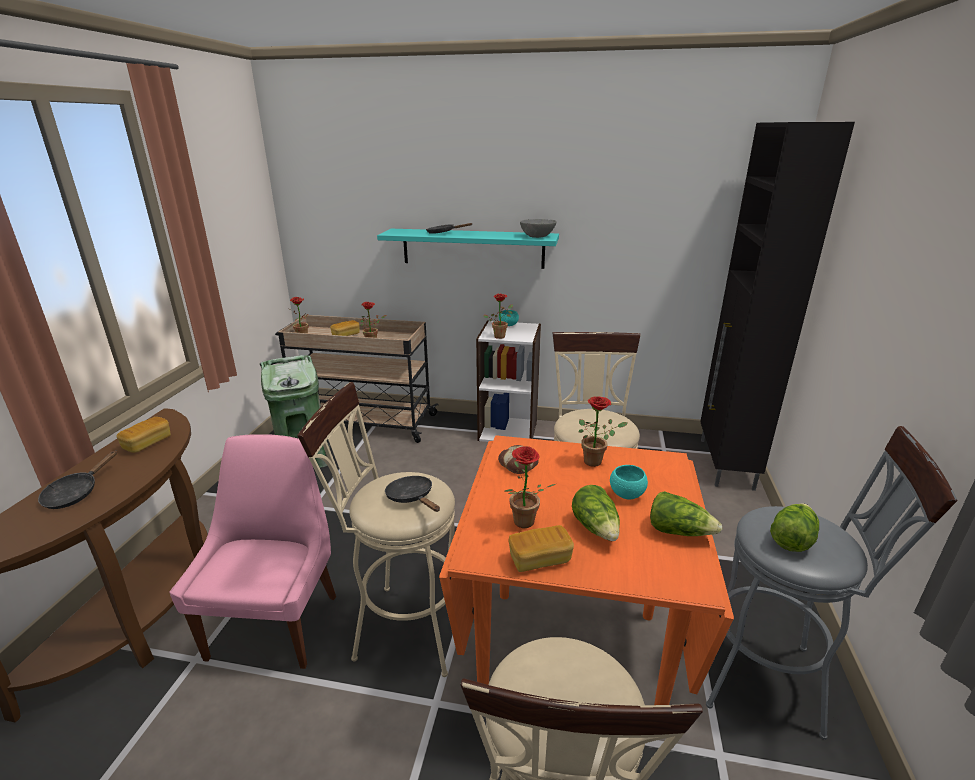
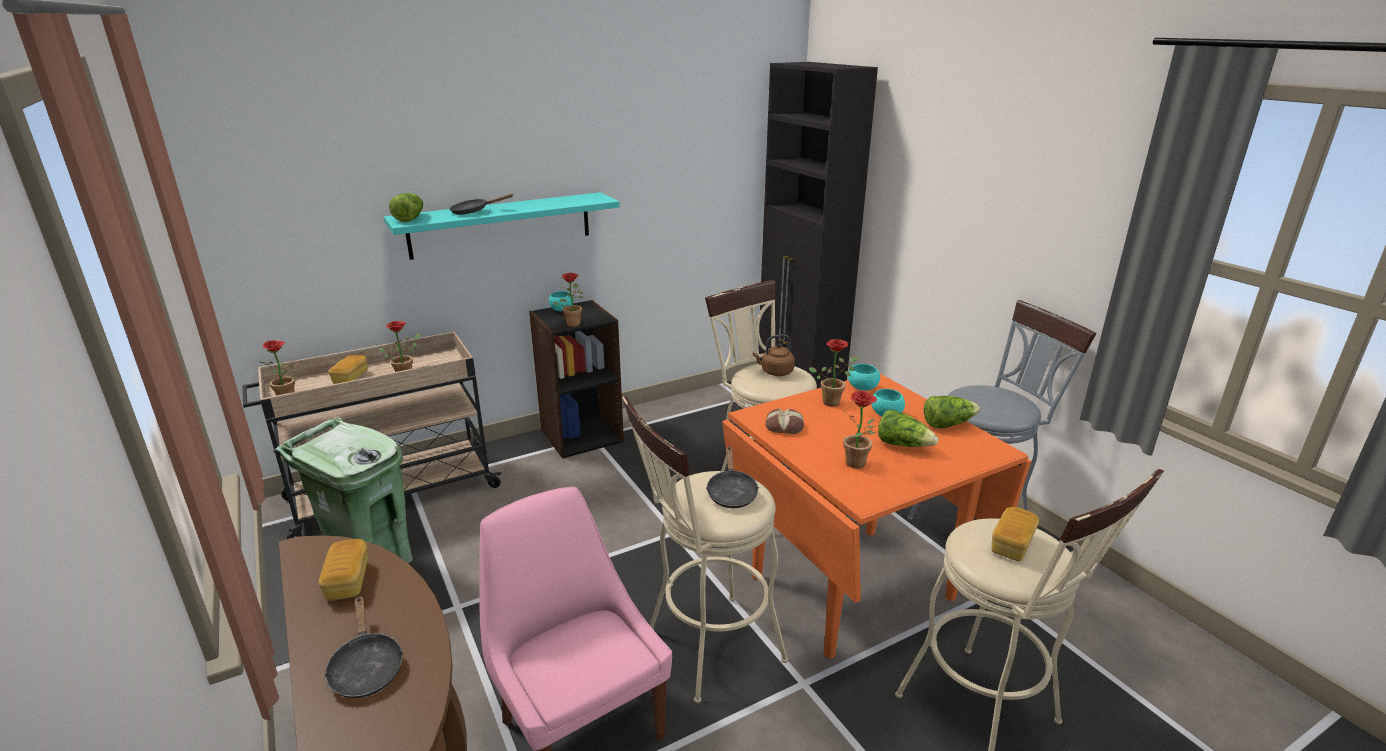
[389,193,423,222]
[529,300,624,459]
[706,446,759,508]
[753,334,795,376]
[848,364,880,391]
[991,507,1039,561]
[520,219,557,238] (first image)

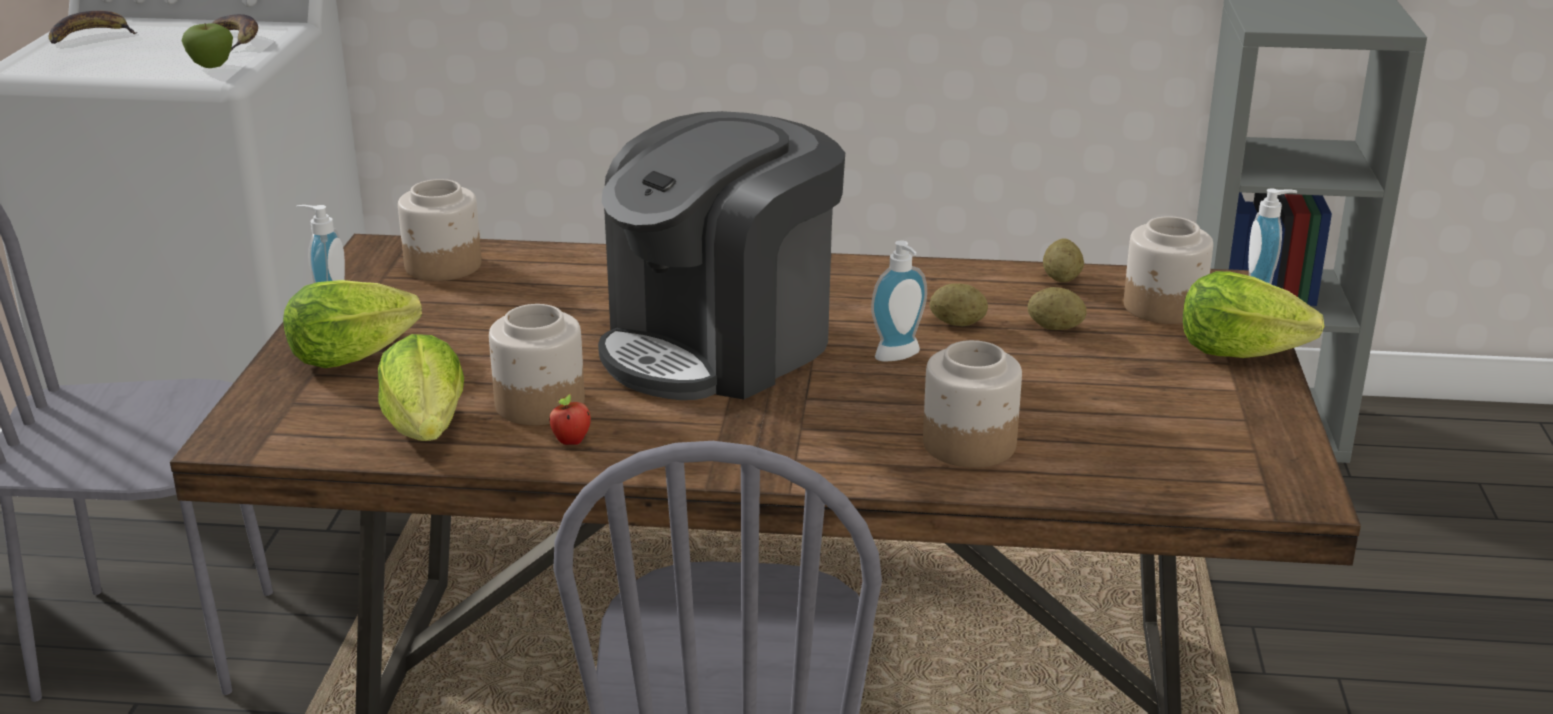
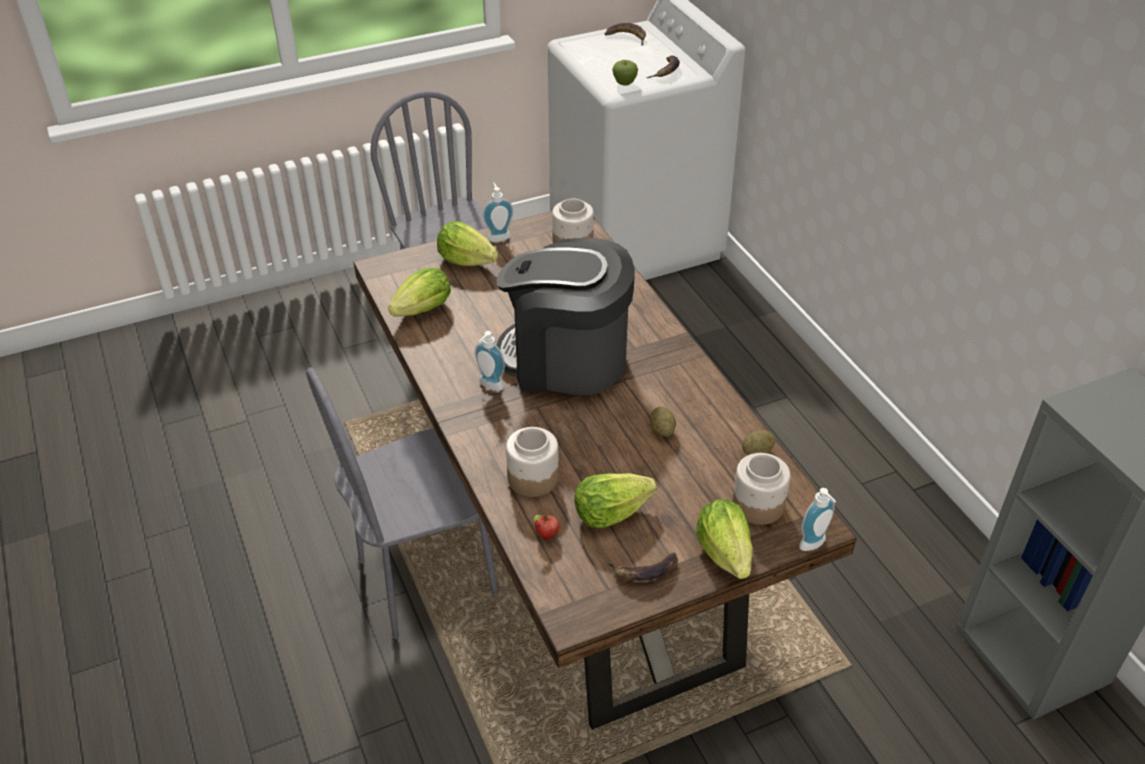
[475,331,505,391]
[534,514,560,540]
[574,473,657,529]
[607,553,678,581]
[489,304,585,425] (first image)
[1028,287,1087,330] (first image)

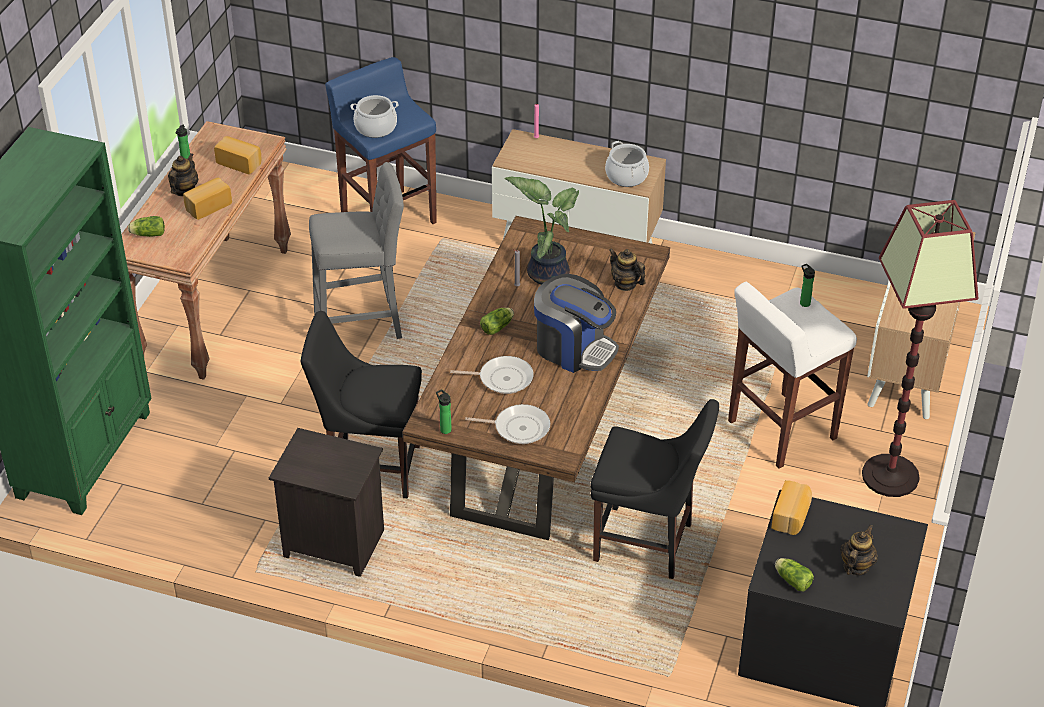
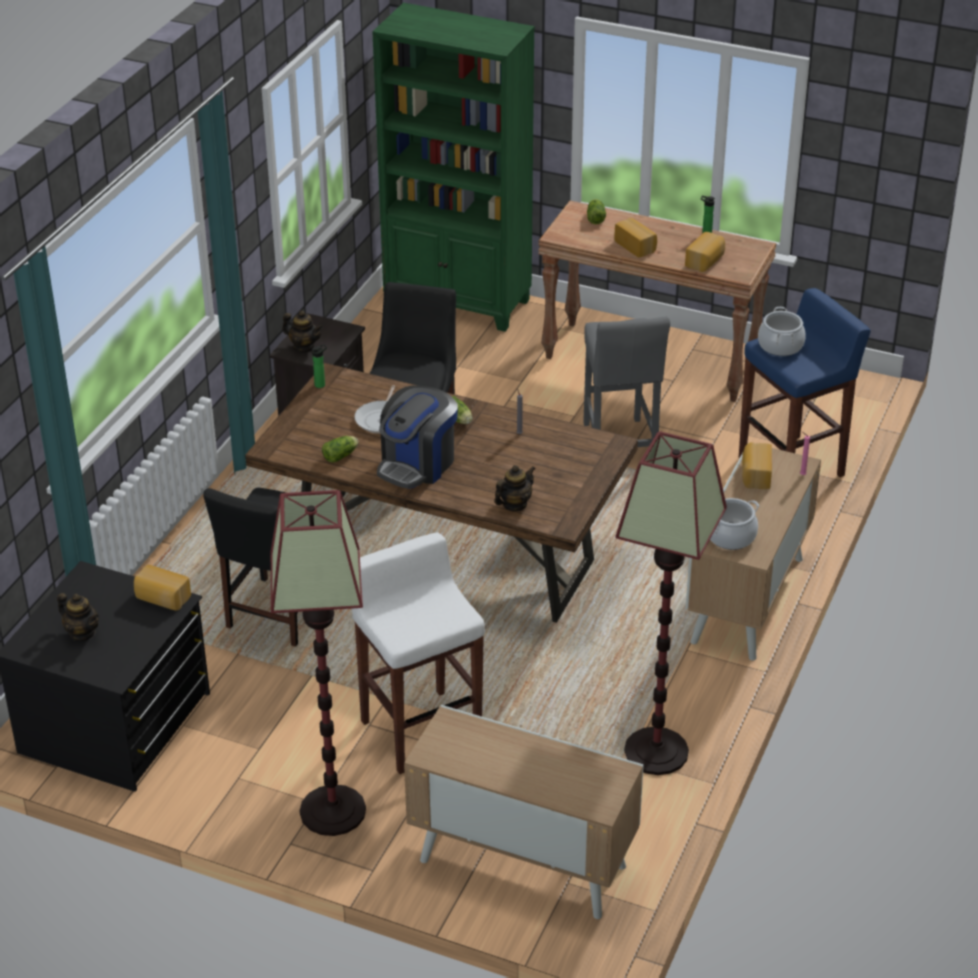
[282,311,323,352]
[322,436,359,463]
[615,431,727,775]
[742,442,772,489]
[465,404,550,444] (first image)
[504,177,579,285] (first image)
[800,264,815,307] (first image)

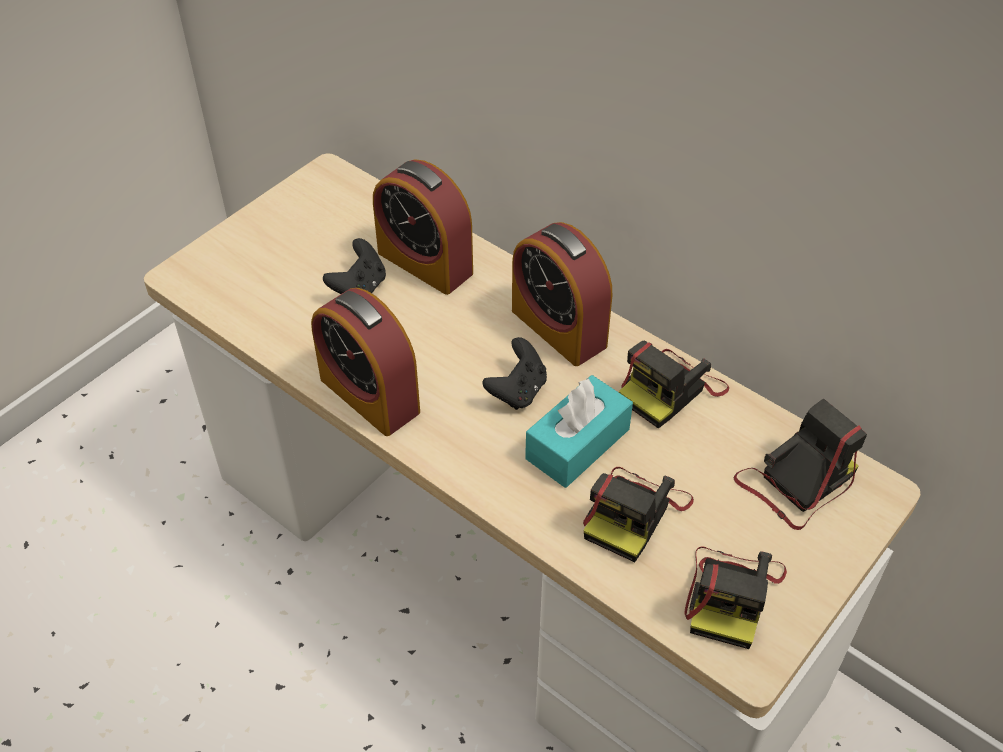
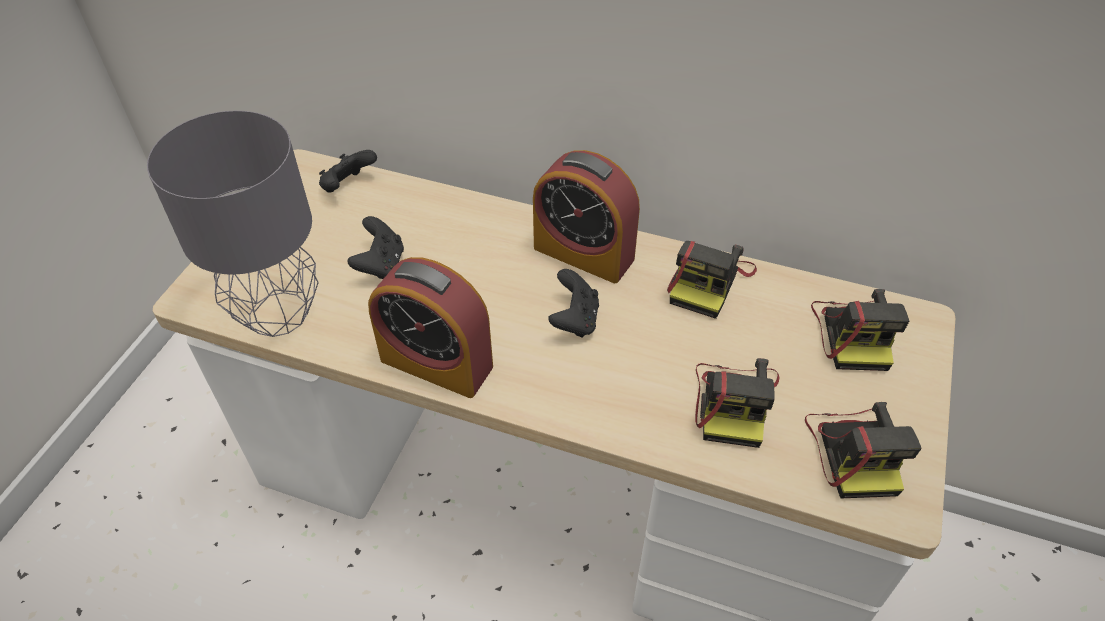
[147,111,319,337]
[319,150,377,193]
[811,289,909,371]
[373,159,473,295] (first image)
[525,375,633,488] (first image)

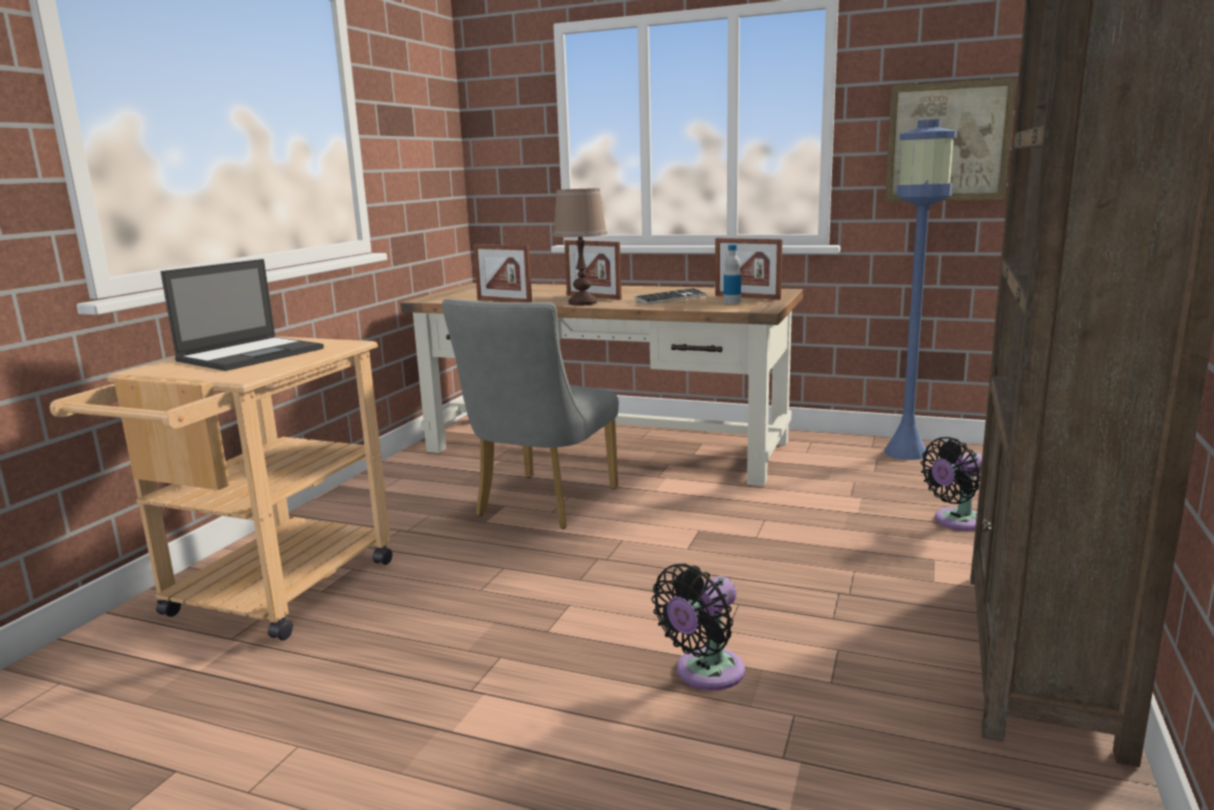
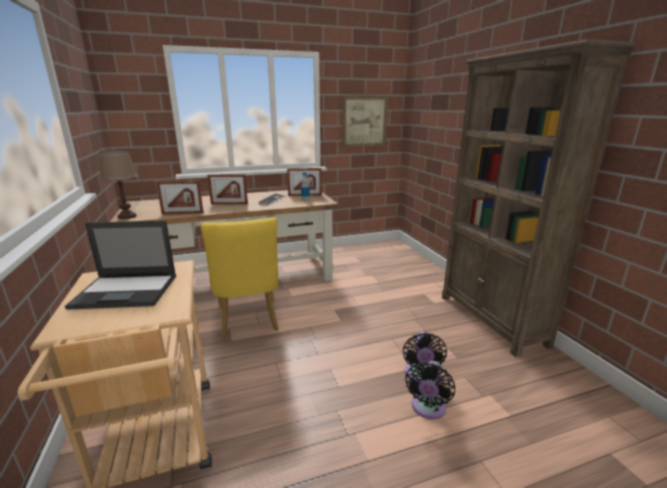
[65,221,176,310]
[98,150,137,219]
[201,217,279,339]
[405,361,455,419]
[884,119,957,460] (first image)

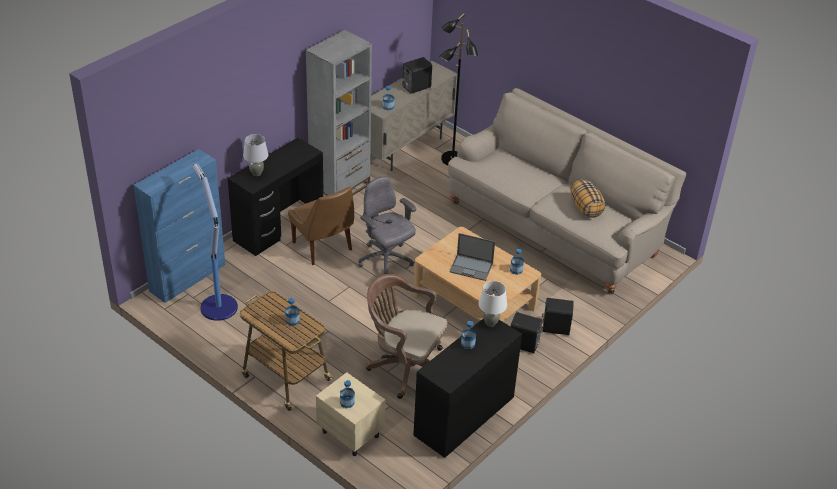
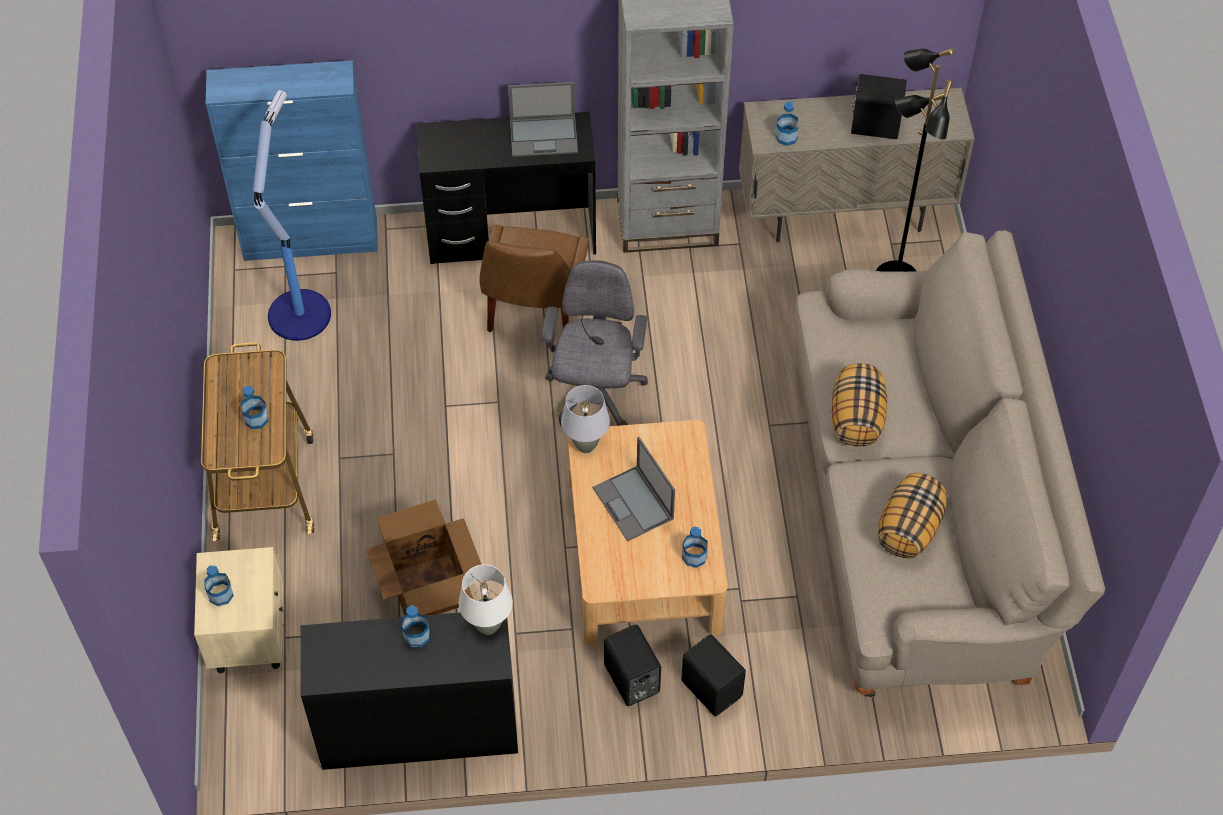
[366,499,482,615]
[508,82,578,157]
[561,385,610,453]
[831,363,887,446]

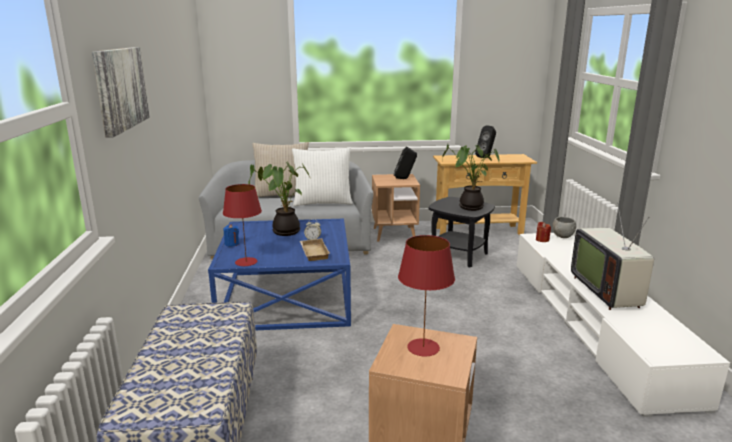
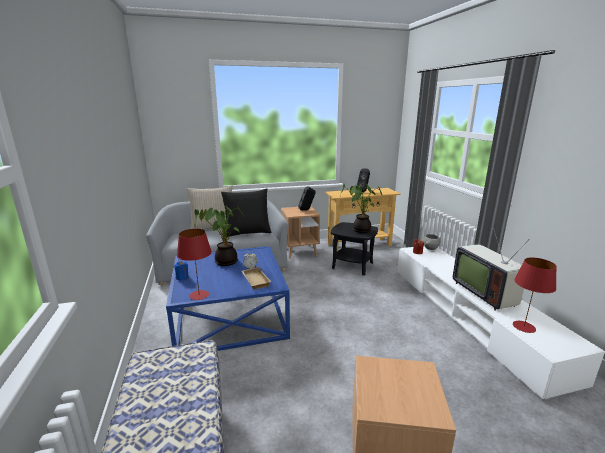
[221,189,272,237]
[513,257,557,333]
[92,47,150,138] (first image)

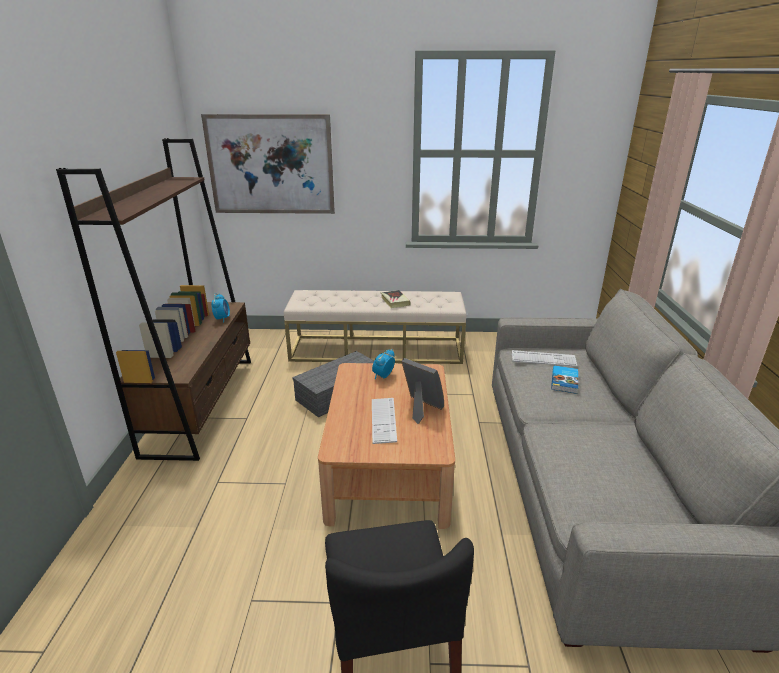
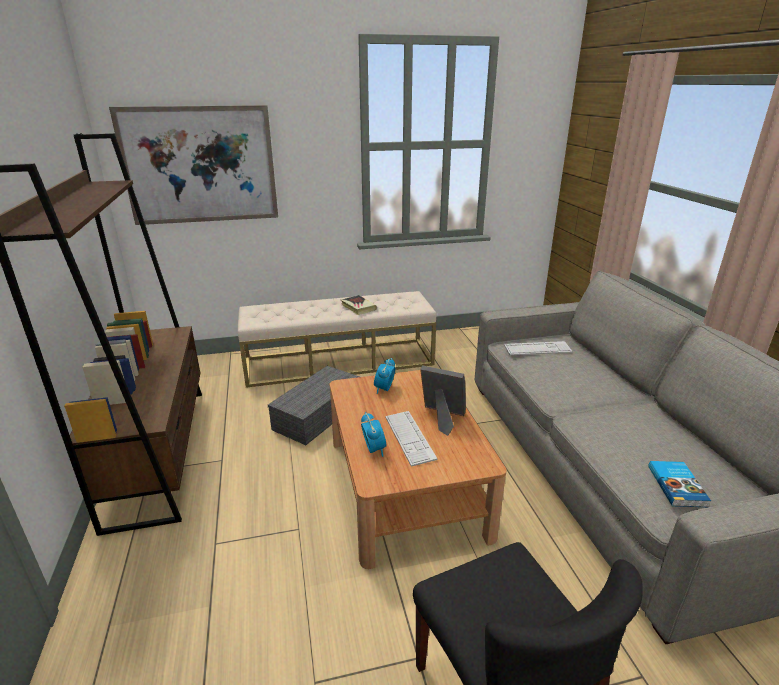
[361,412,387,457]
[648,461,711,507]

